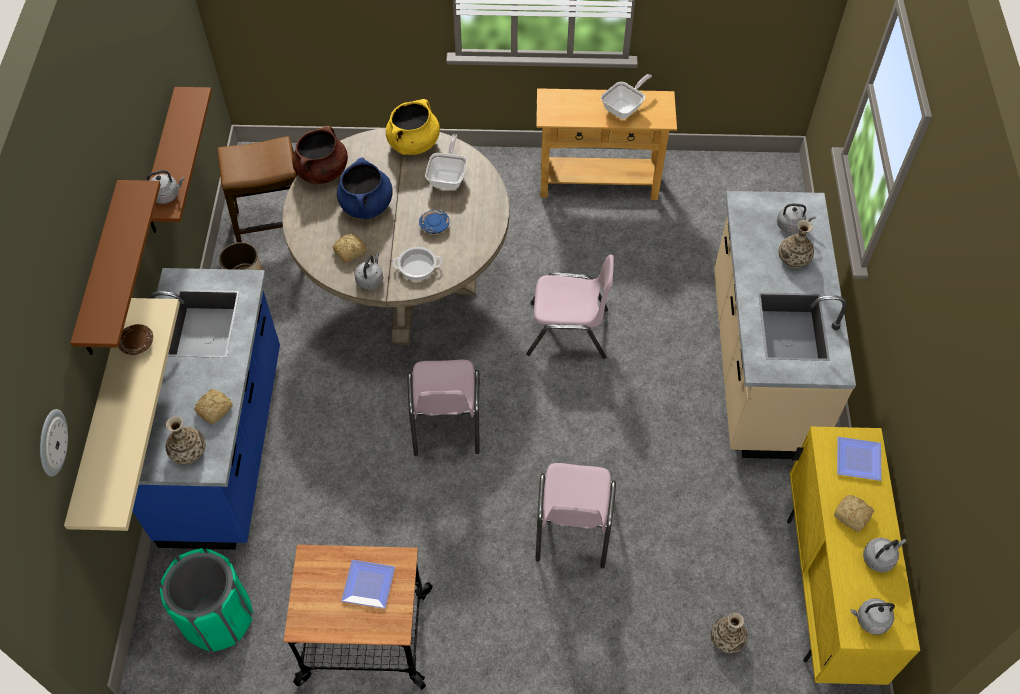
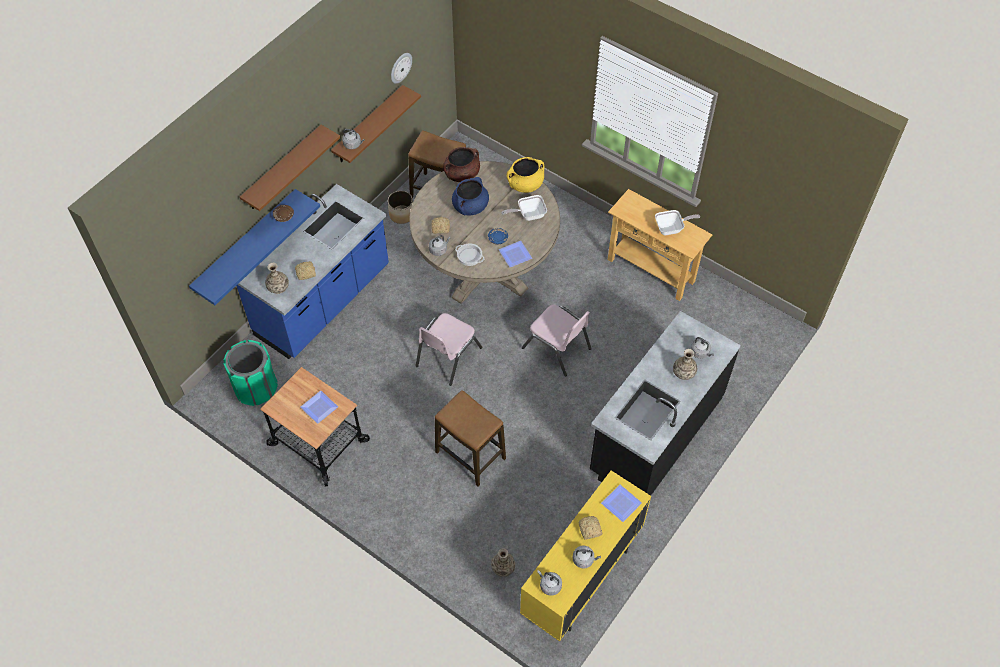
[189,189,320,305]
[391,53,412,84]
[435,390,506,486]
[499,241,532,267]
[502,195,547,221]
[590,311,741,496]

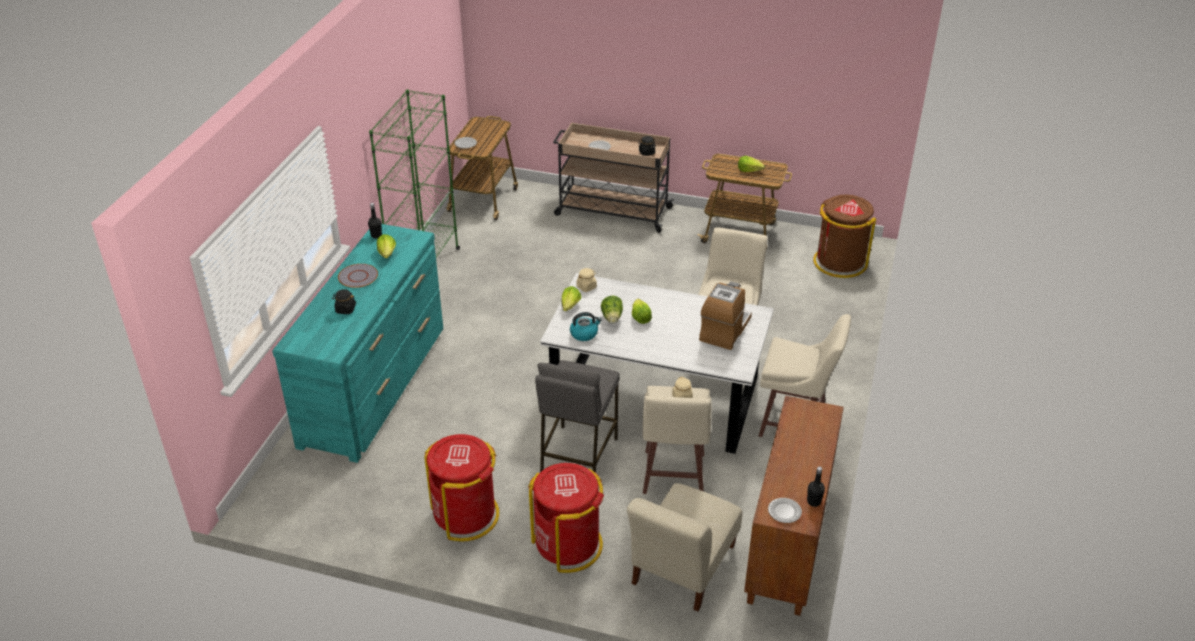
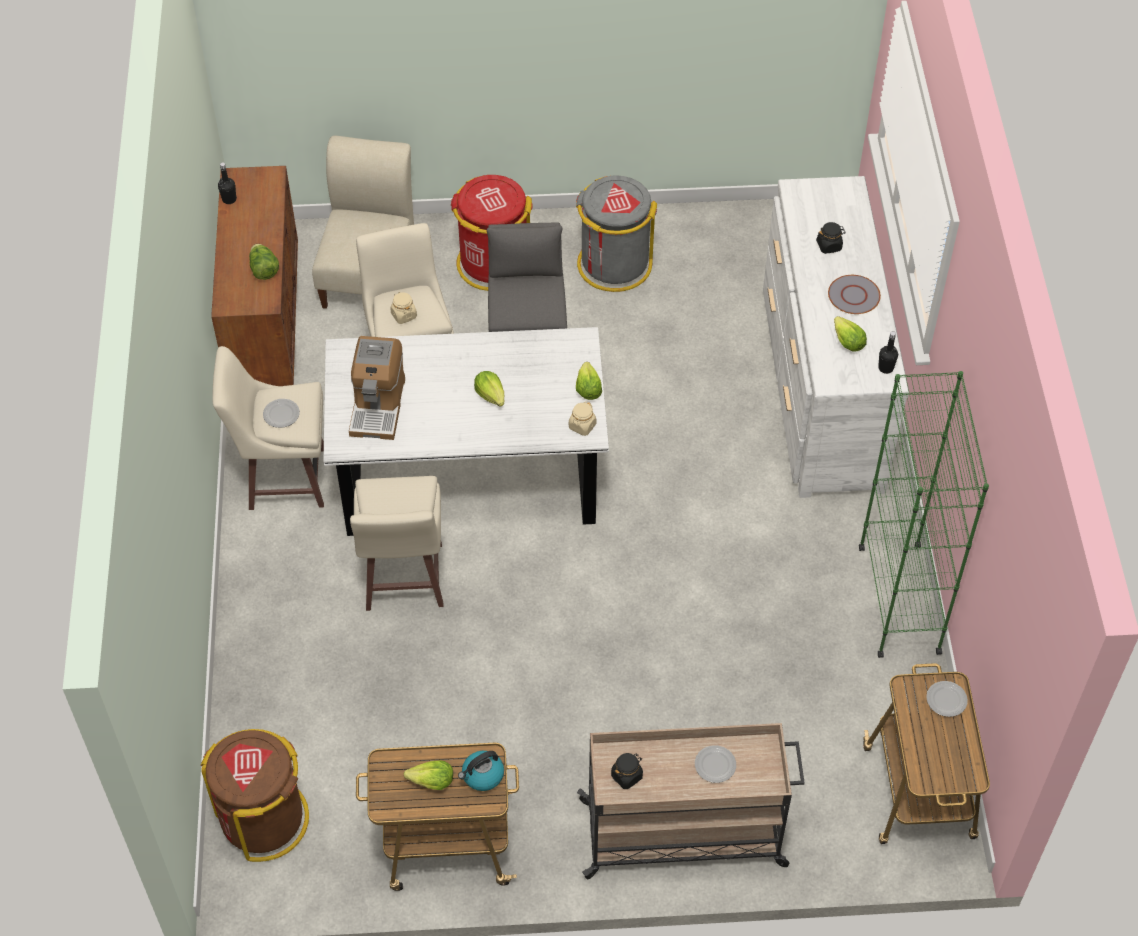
[249,244,279,280]
[263,399,300,428]
[458,751,504,791]
[576,175,657,292]
[763,176,909,498]

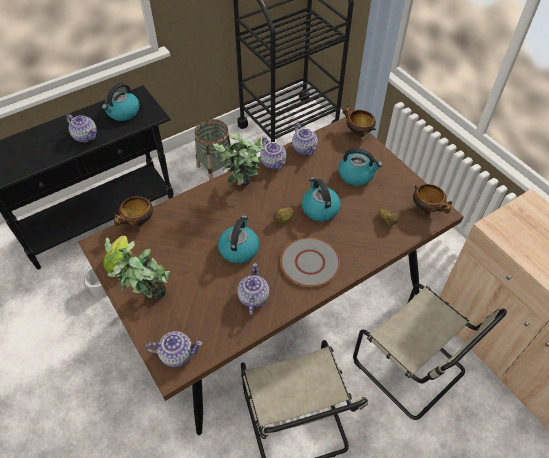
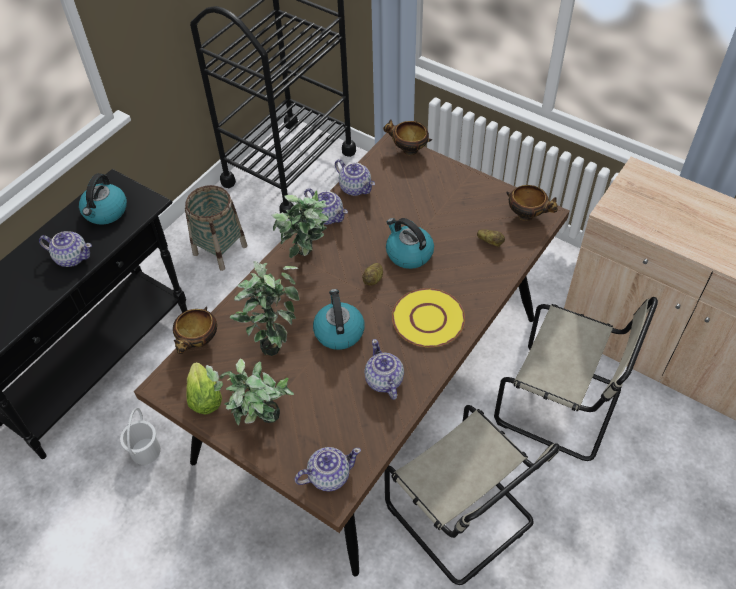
[230,261,300,356]
[392,288,465,347]
[338,148,383,186] (first image)

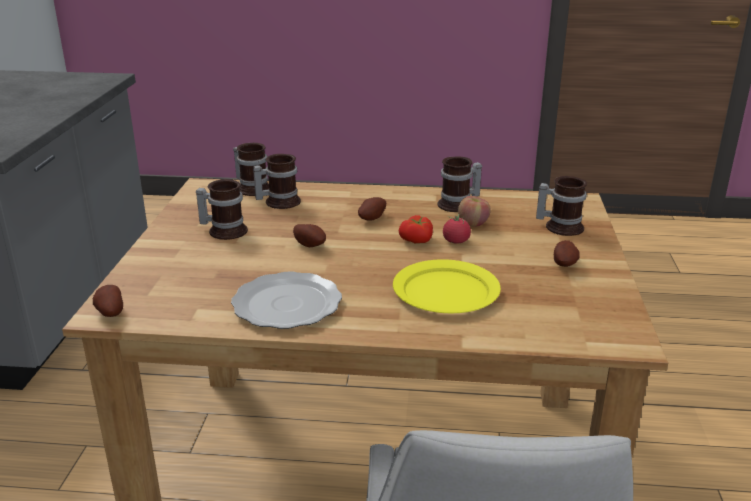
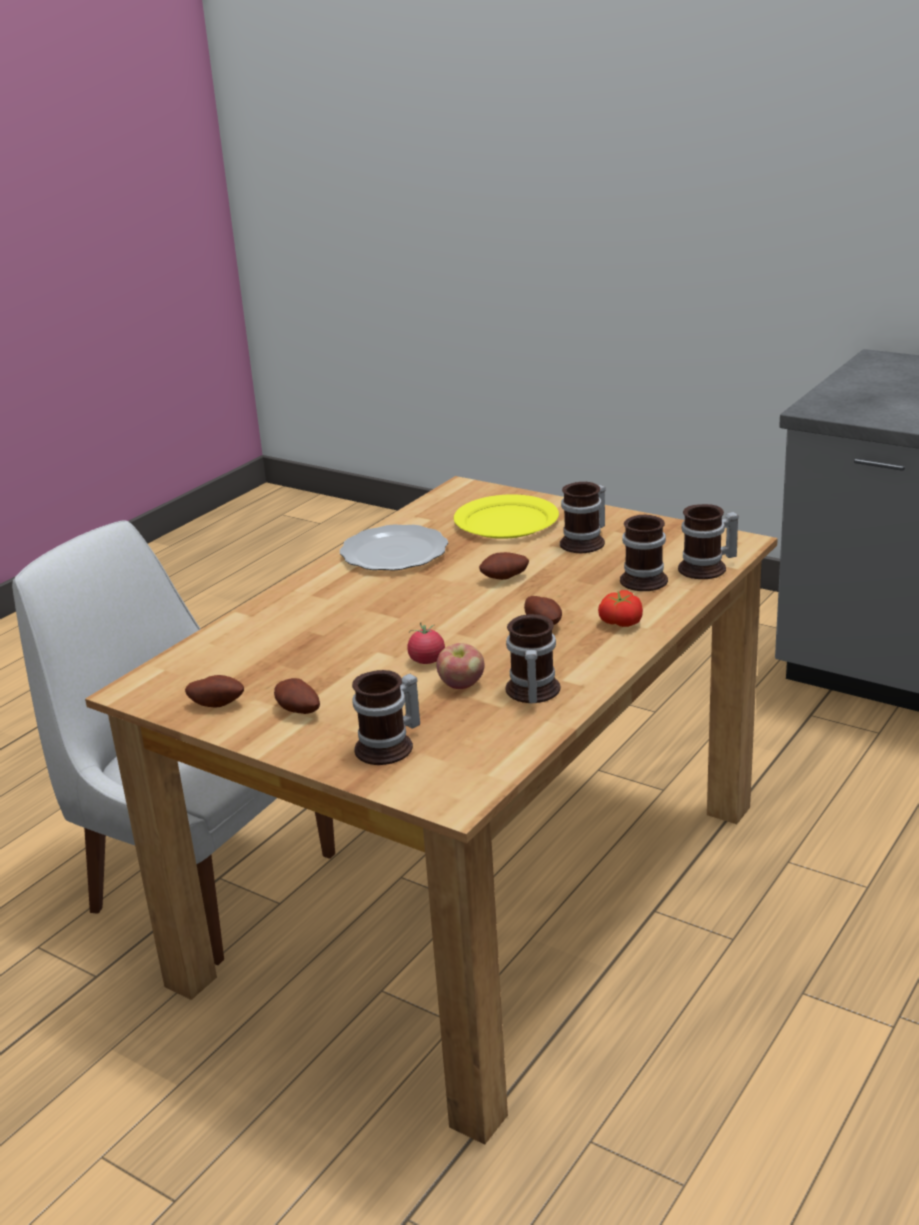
[185,675,244,707]
[454,494,559,539]
[598,590,643,627]

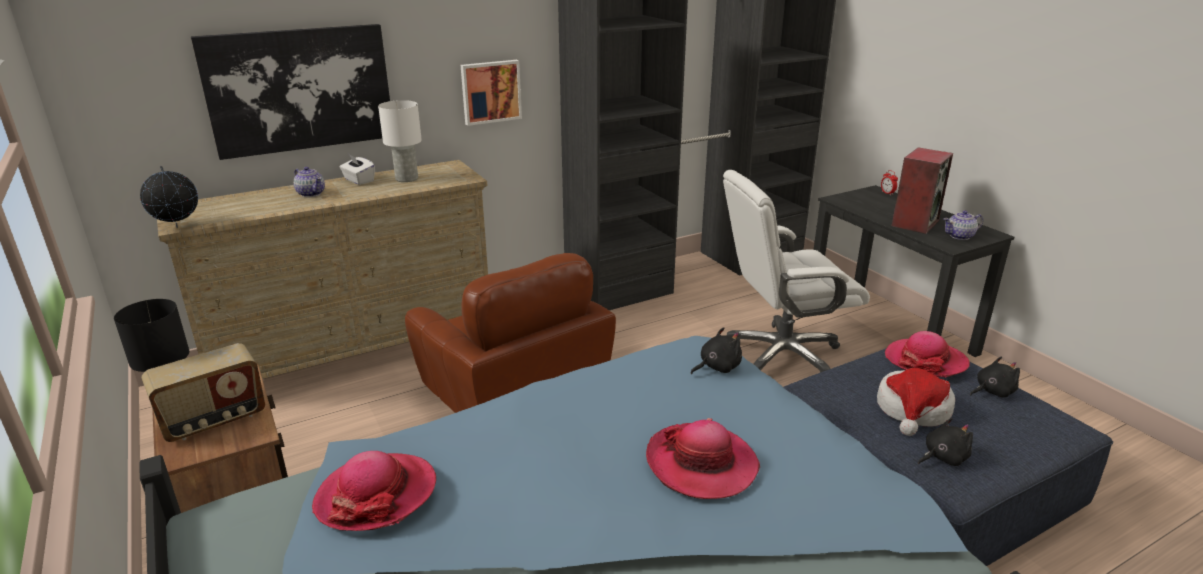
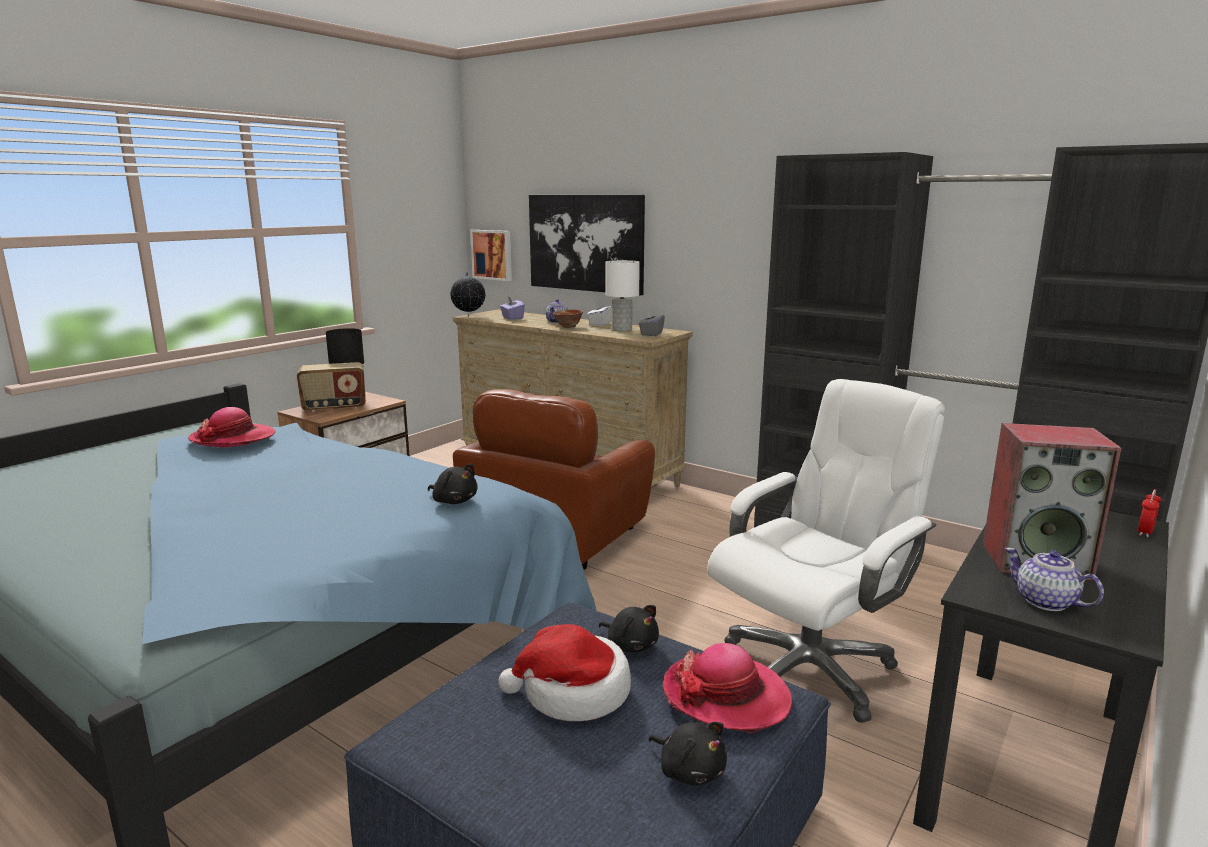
[297,362,366,412]
[470,230,512,281]
[500,296,525,320]
[553,309,583,328]
[599,605,659,653]
[639,308,665,336]
[707,379,945,723]
[646,418,760,499] (first image)

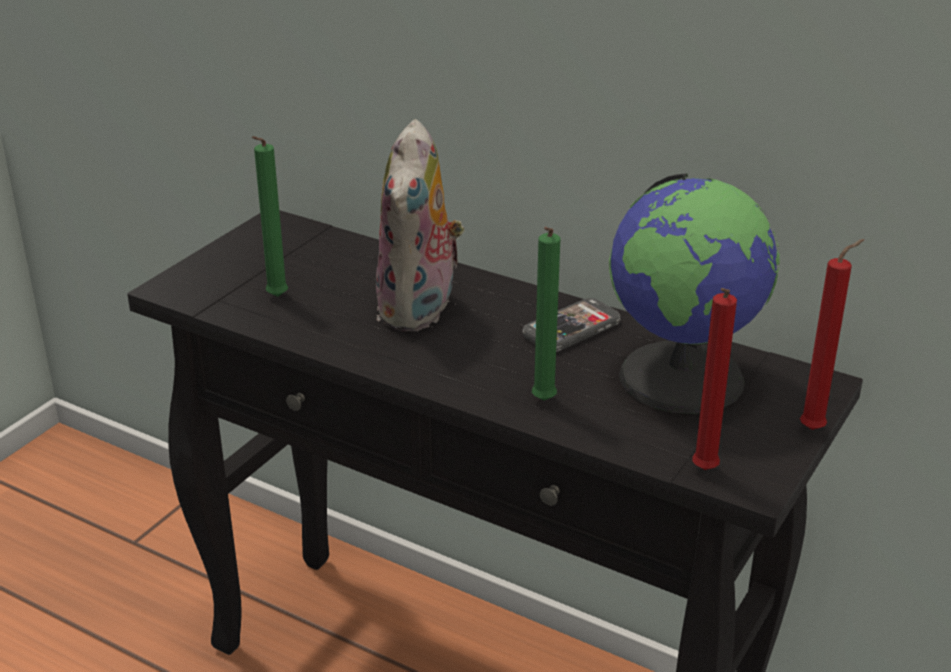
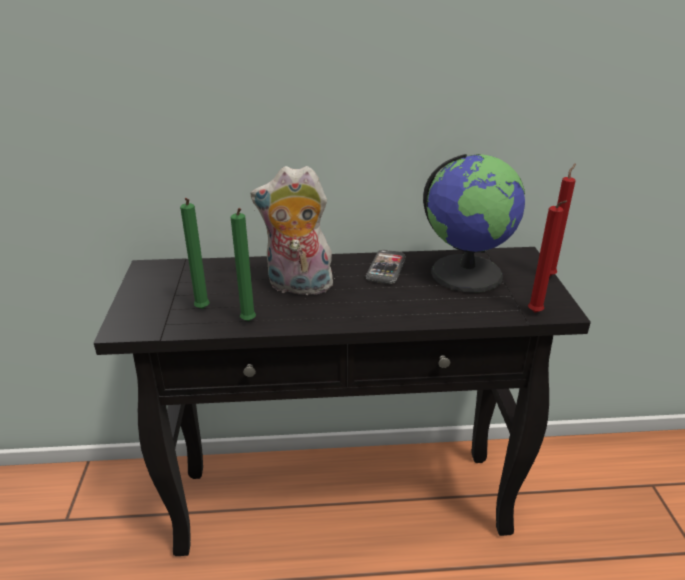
[231,208,256,321]
[251,166,338,295]

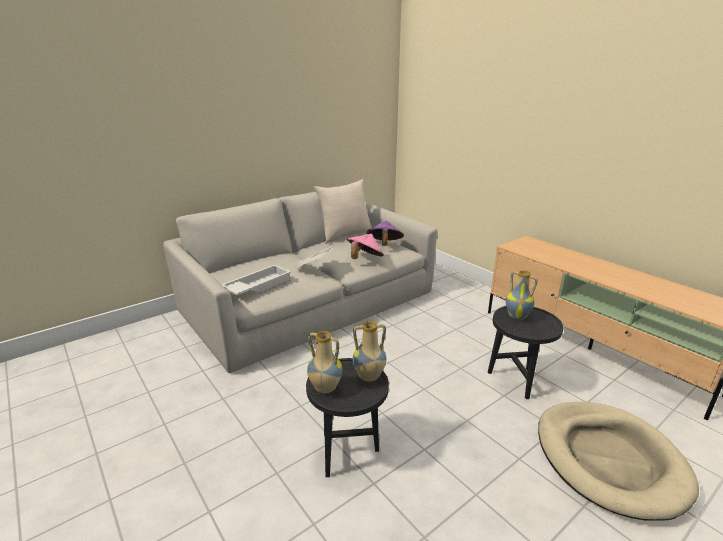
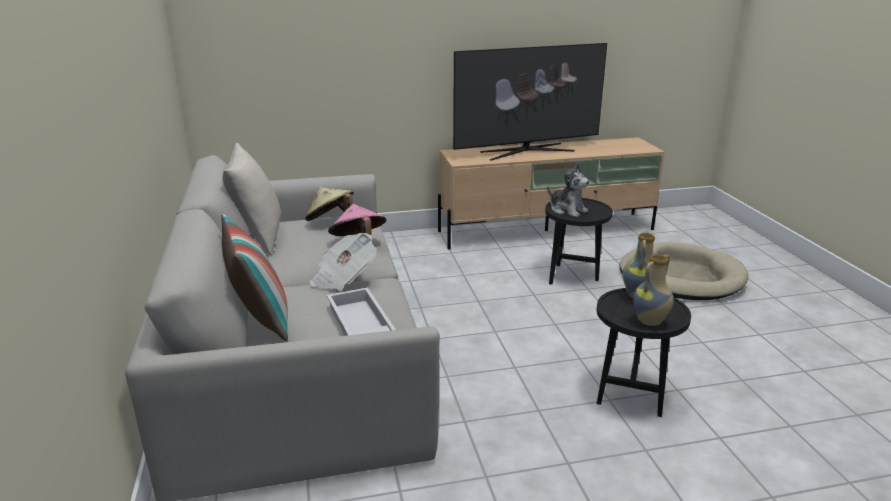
[221,214,288,341]
[305,187,354,221]
[453,43,607,161]
[547,163,589,217]

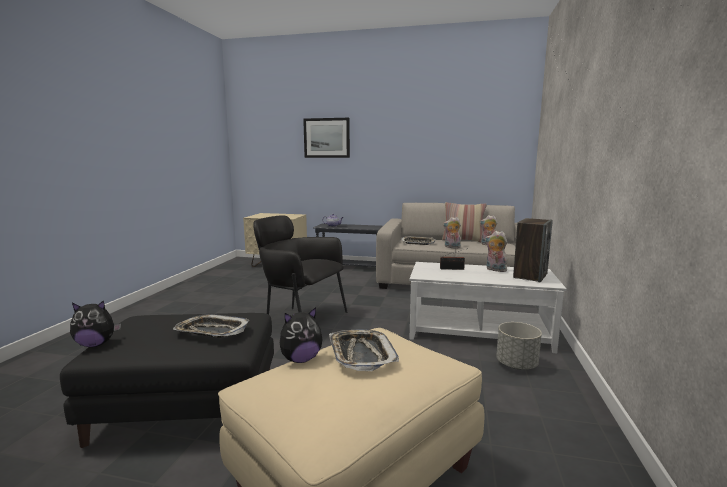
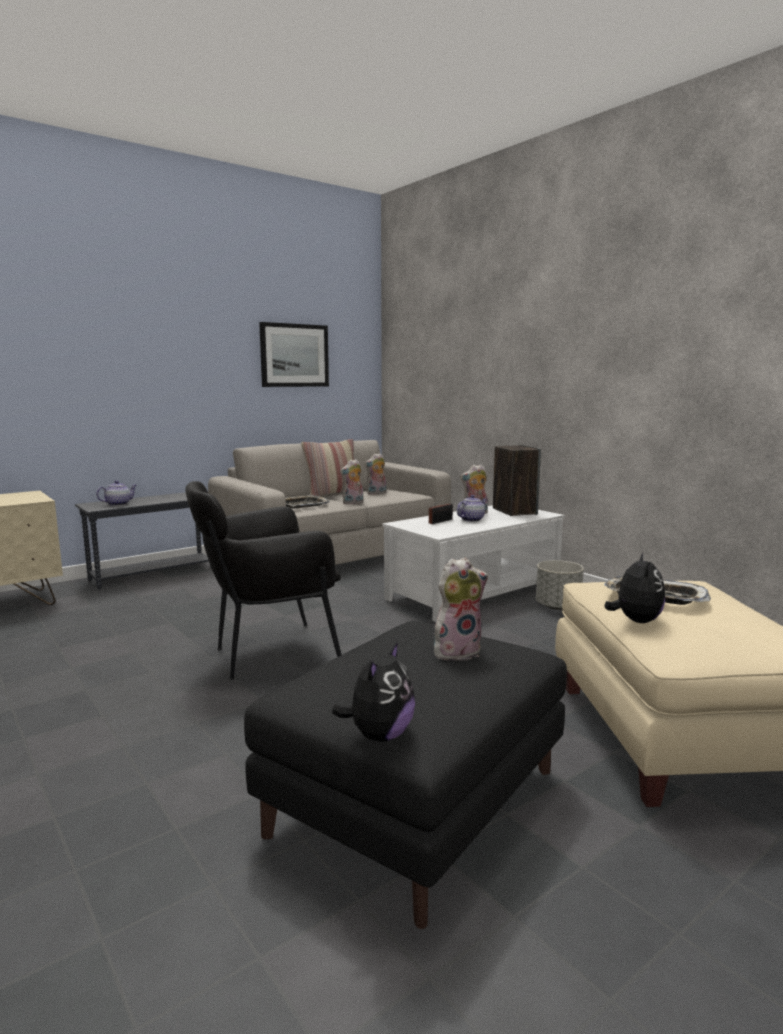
[259,322,329,387]
[434,558,488,661]
[457,495,487,522]

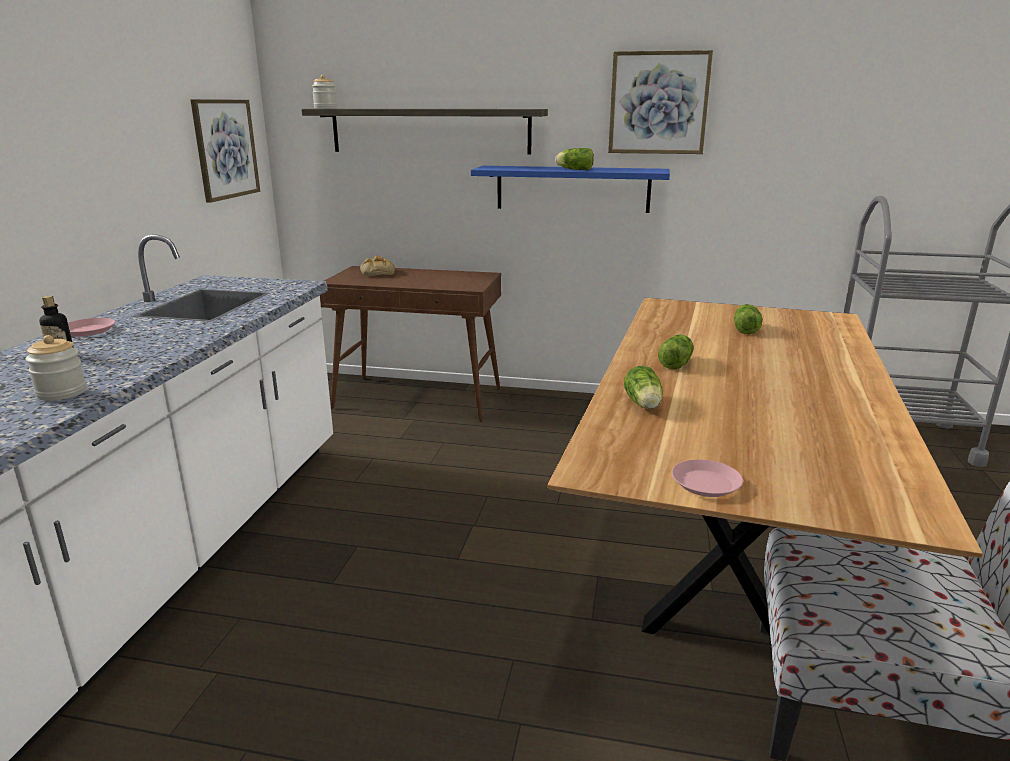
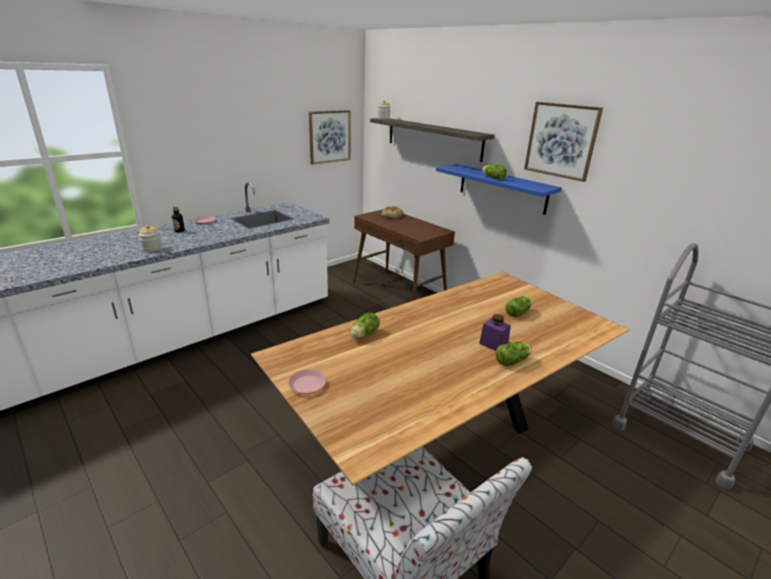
[479,314,511,351]
[495,342,532,366]

